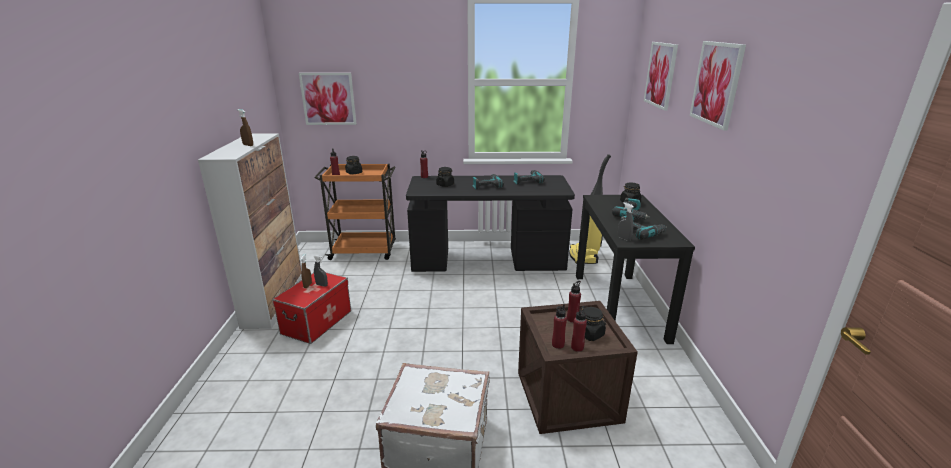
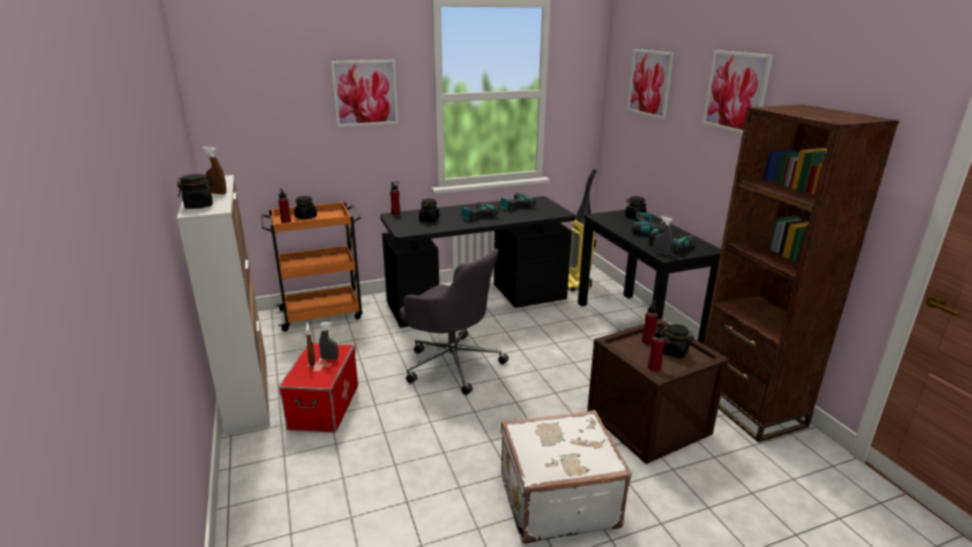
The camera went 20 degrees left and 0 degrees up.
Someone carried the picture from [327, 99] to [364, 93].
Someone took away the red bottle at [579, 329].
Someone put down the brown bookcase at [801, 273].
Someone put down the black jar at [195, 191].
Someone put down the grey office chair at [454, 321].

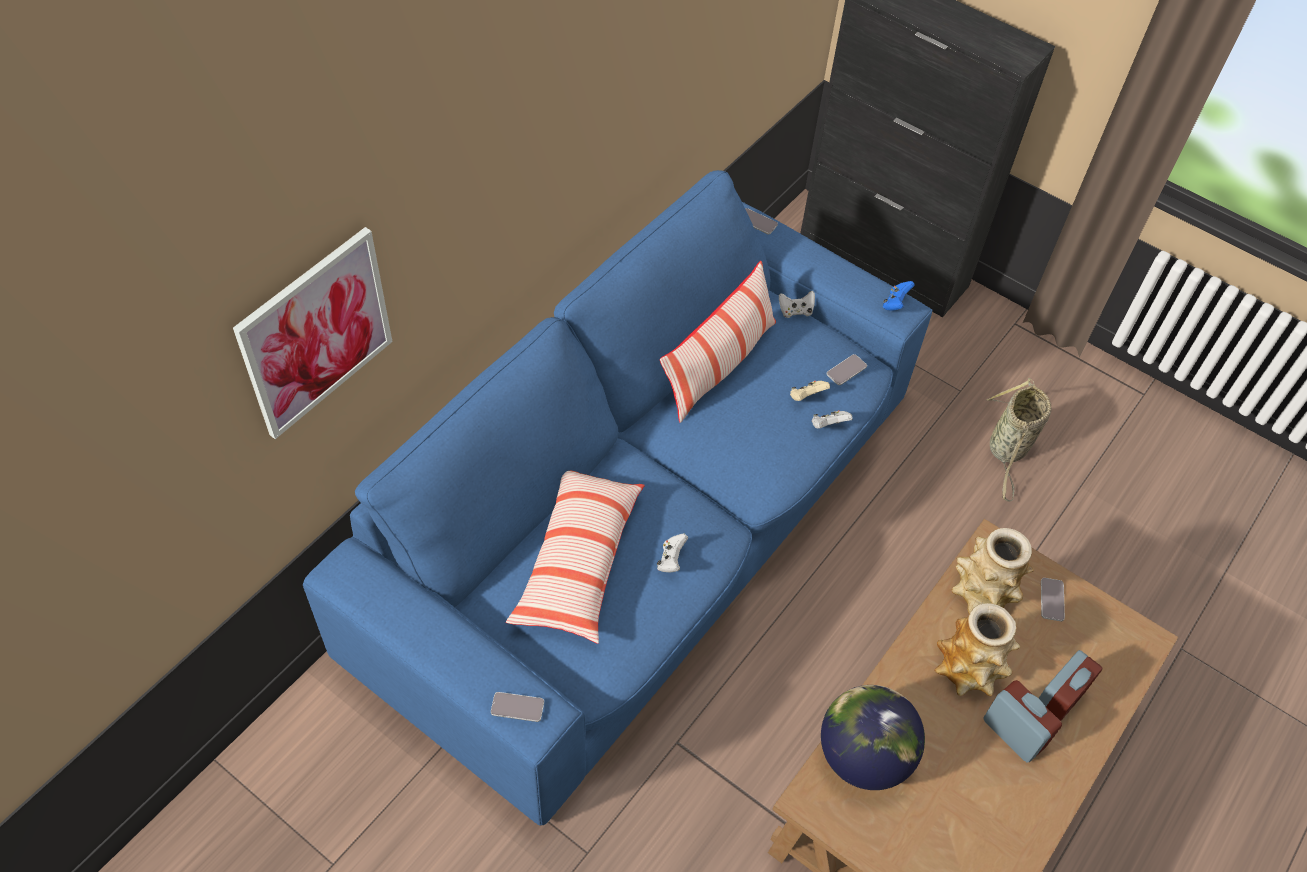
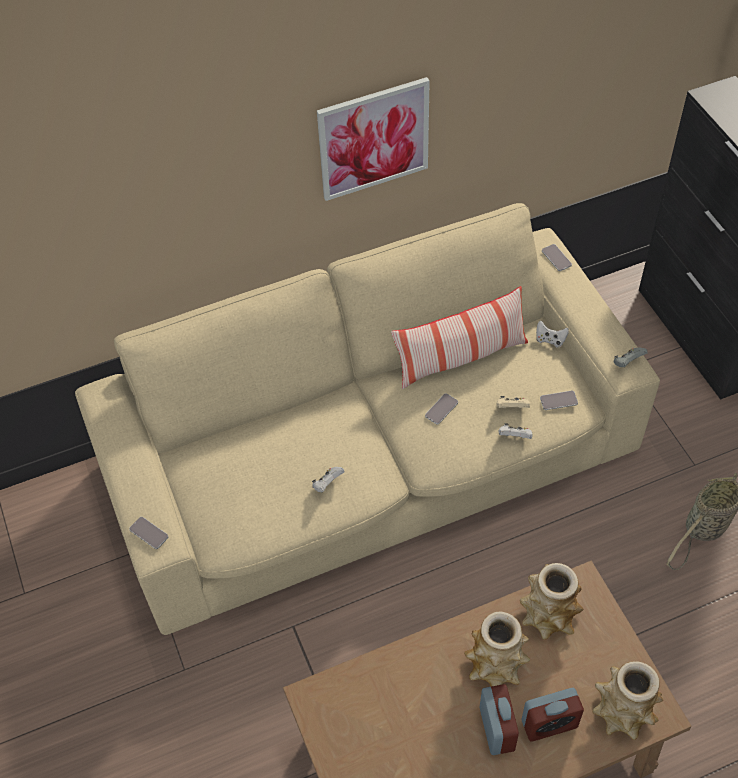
The camera went 35 degrees right and 0 degrees up.
Someone repainted the blue sofa at [617, 498], which became the beige sofa at [367, 419].
Someone carried the picture from [312, 333] to [373, 139].
Someone repainted the blue game controller at [899, 295], which became the grey game controller at [630, 357].
Someone took away the pillow at [575, 557].
Someone carried the phone from [1053, 599] to [441, 408].
Someone took away the globe at [873, 737].
Someone put down the vase at [627, 700].

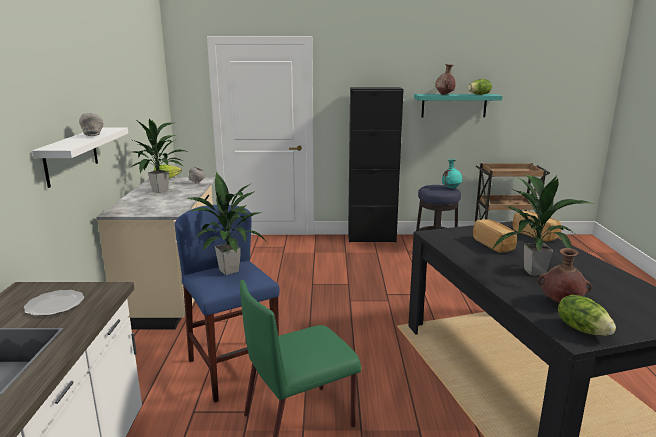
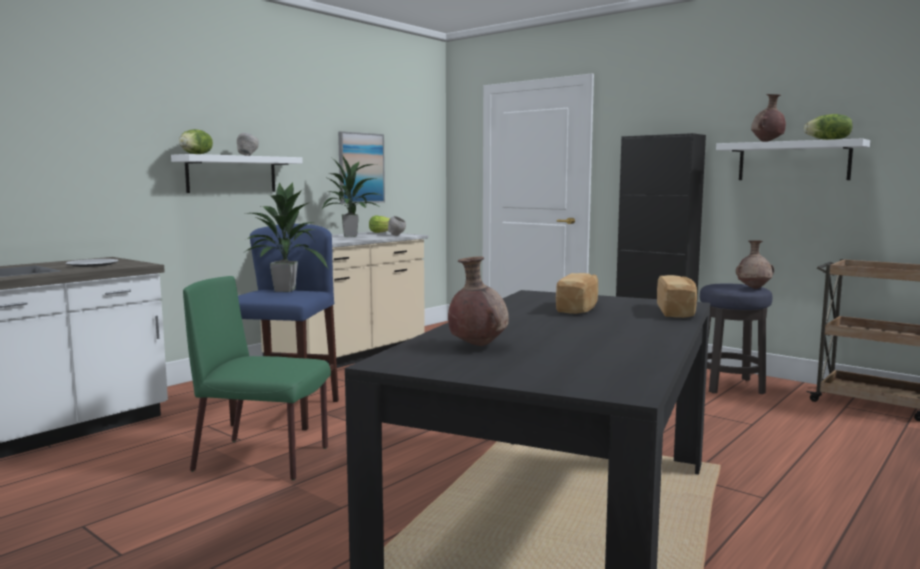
The camera went 40 degrees right and 10 degrees down.
Someone repainted the turquoise shelf at [458, 105], which became the white shelf at [793, 159].
Someone repainted the turquoise vase at [452, 174], which became the brown vase at [755, 264].
Someone took away the potted plant at [543, 225].
Someone carried the lettuce from [587, 315] to [196, 141].
Someone put up the picture at [361, 167].

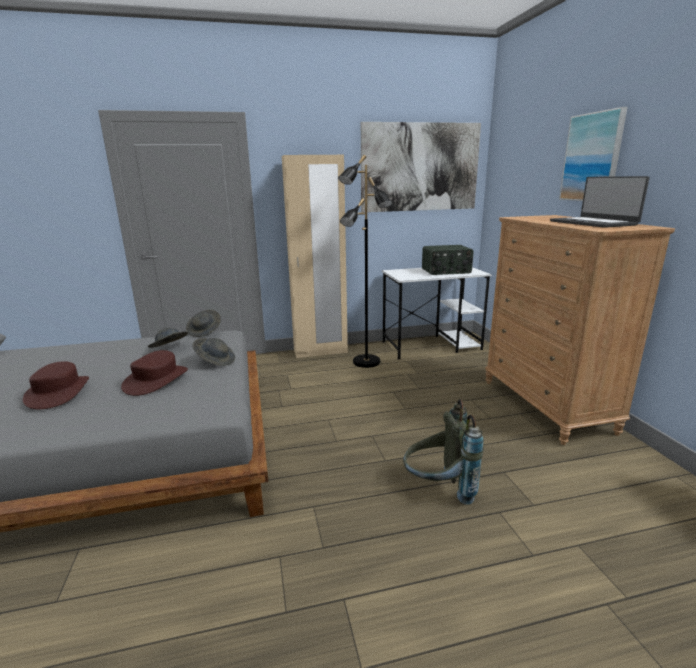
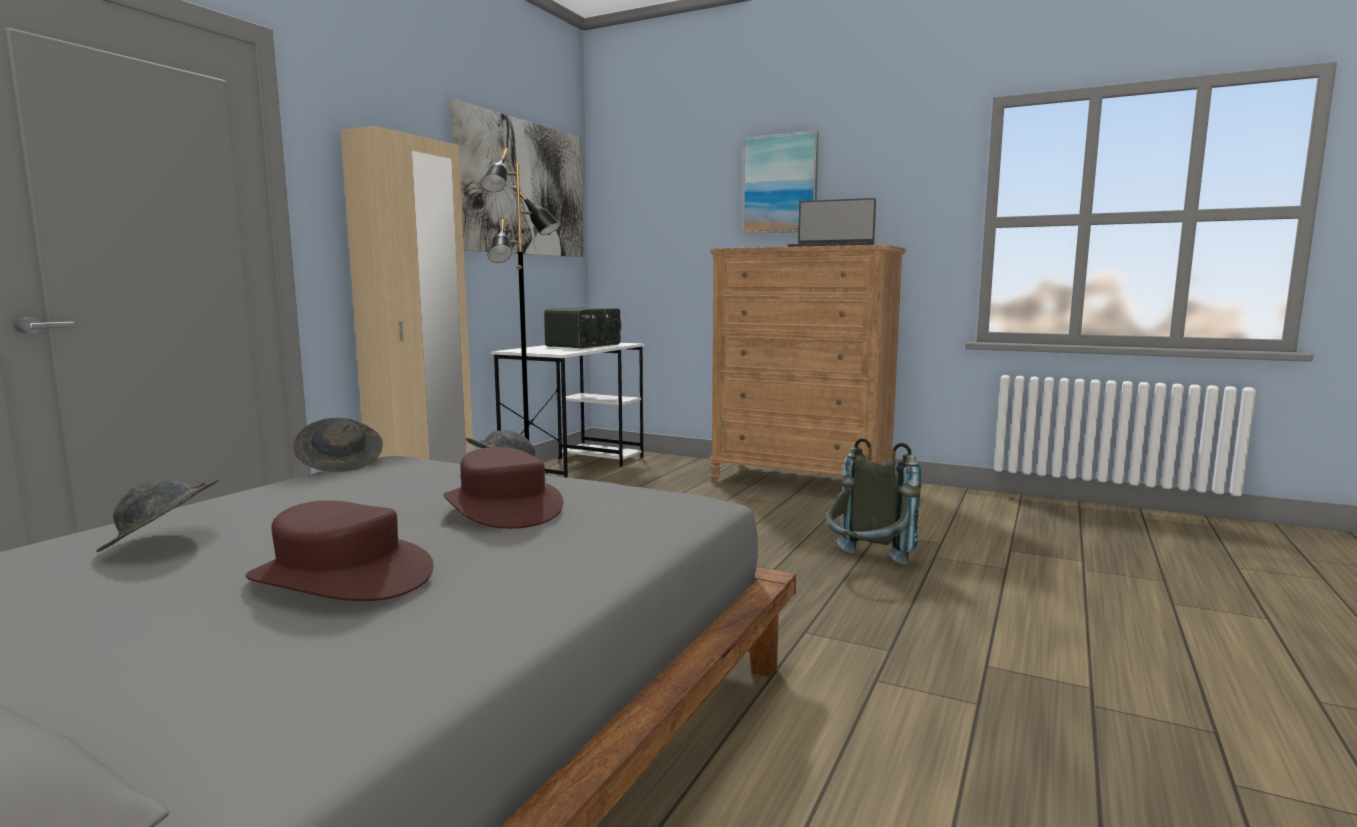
The camera went 50 degrees left and 10 degrees down.
Someone carried the grey hat from [168, 338] to [157, 515].

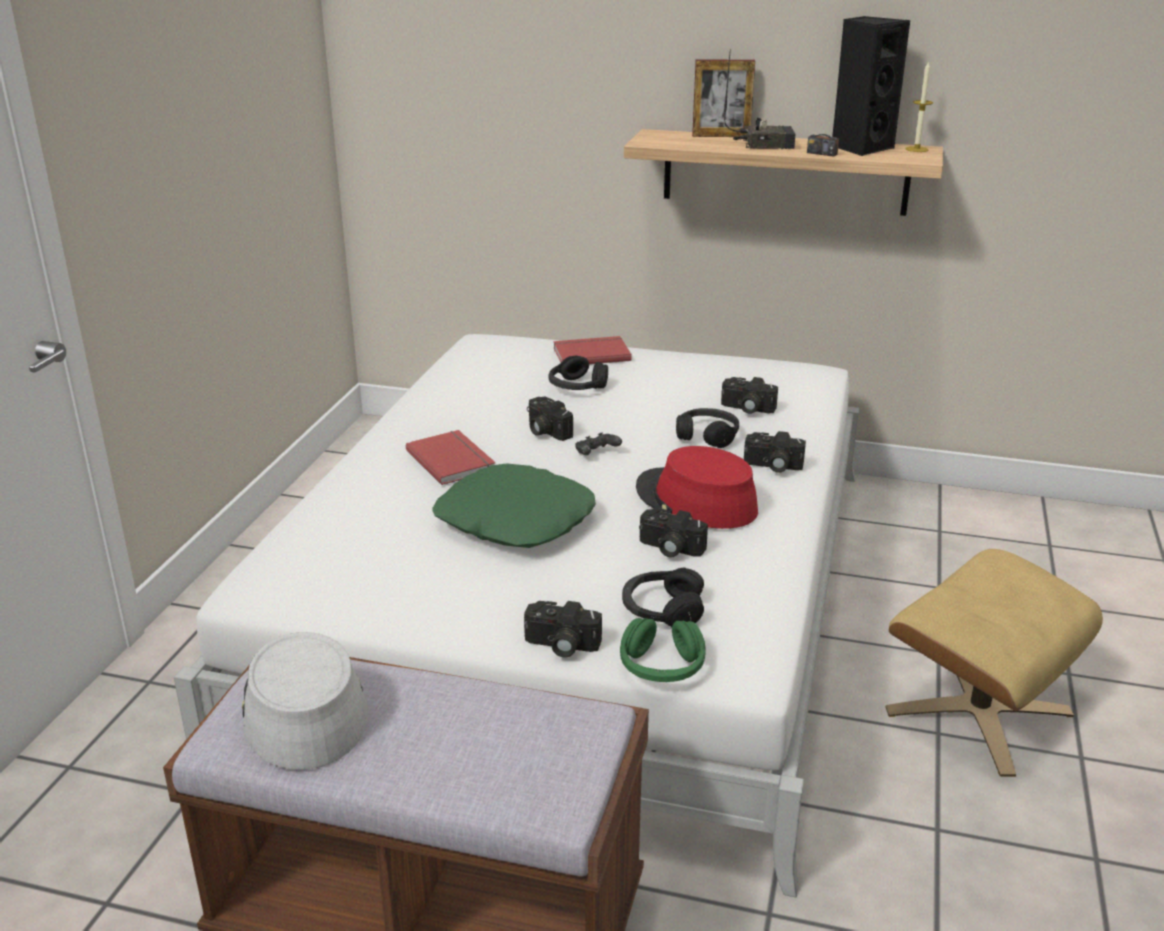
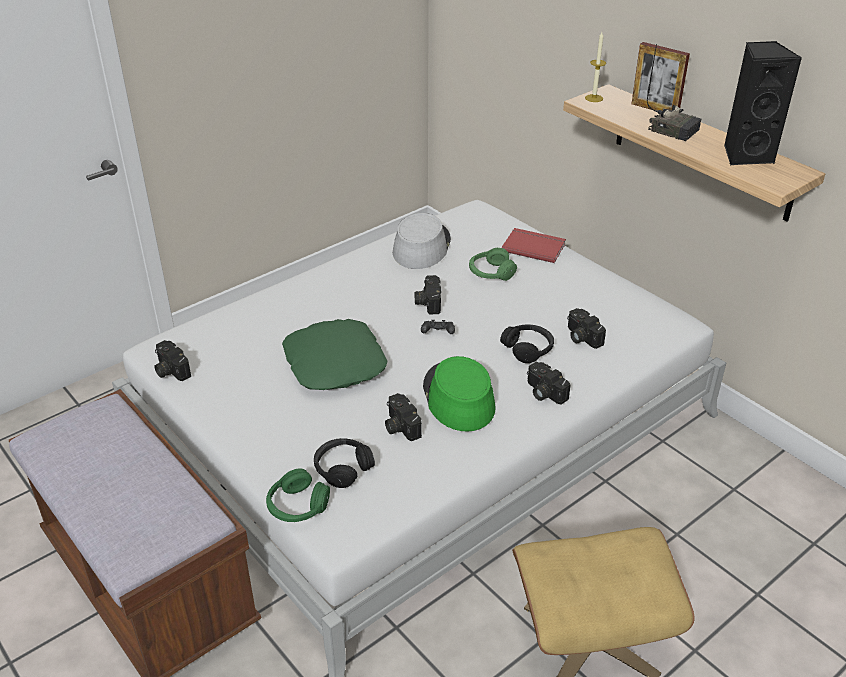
The camera went 35 degrees right and 10 degrees up.
Someone carried the candle from [919, 106] to [595, 67].
Someone took away the radio at [824, 117].
Someone repainted the black headphones at [578, 373], which became the green headphones at [493, 264].
Someone took away the red book at [451, 457].
Someone repainted the red hat at [697, 487], which became the green hat at [459, 394].
Someone carried the photo camera from [563, 629] to [172, 360].
Someone carried the grey hat from [305, 701] to [422, 241].

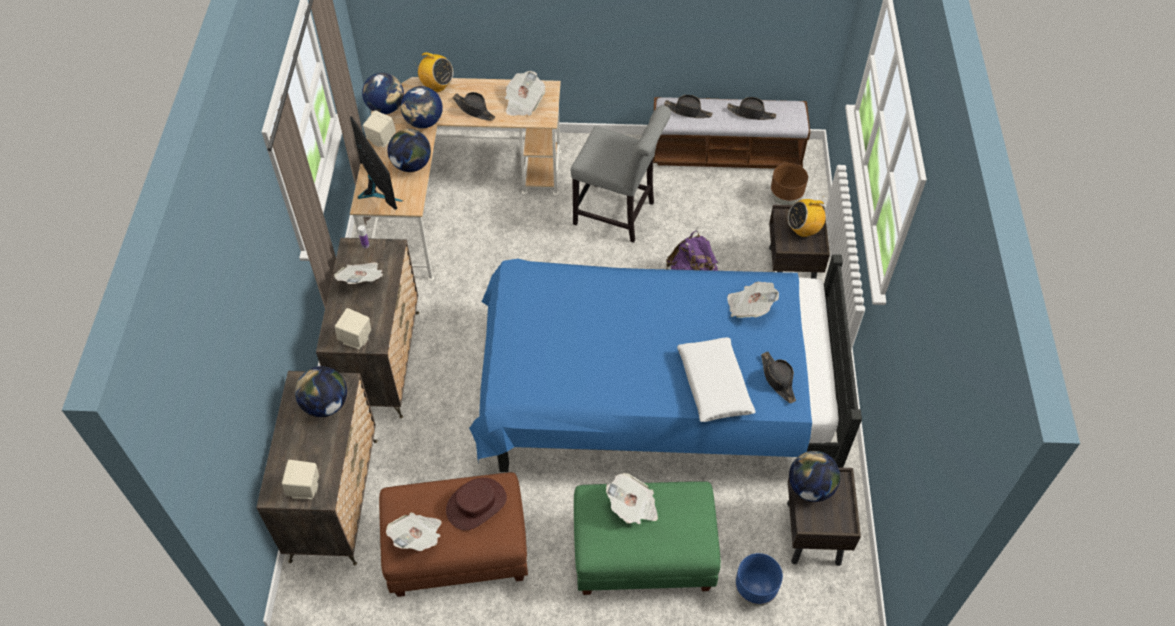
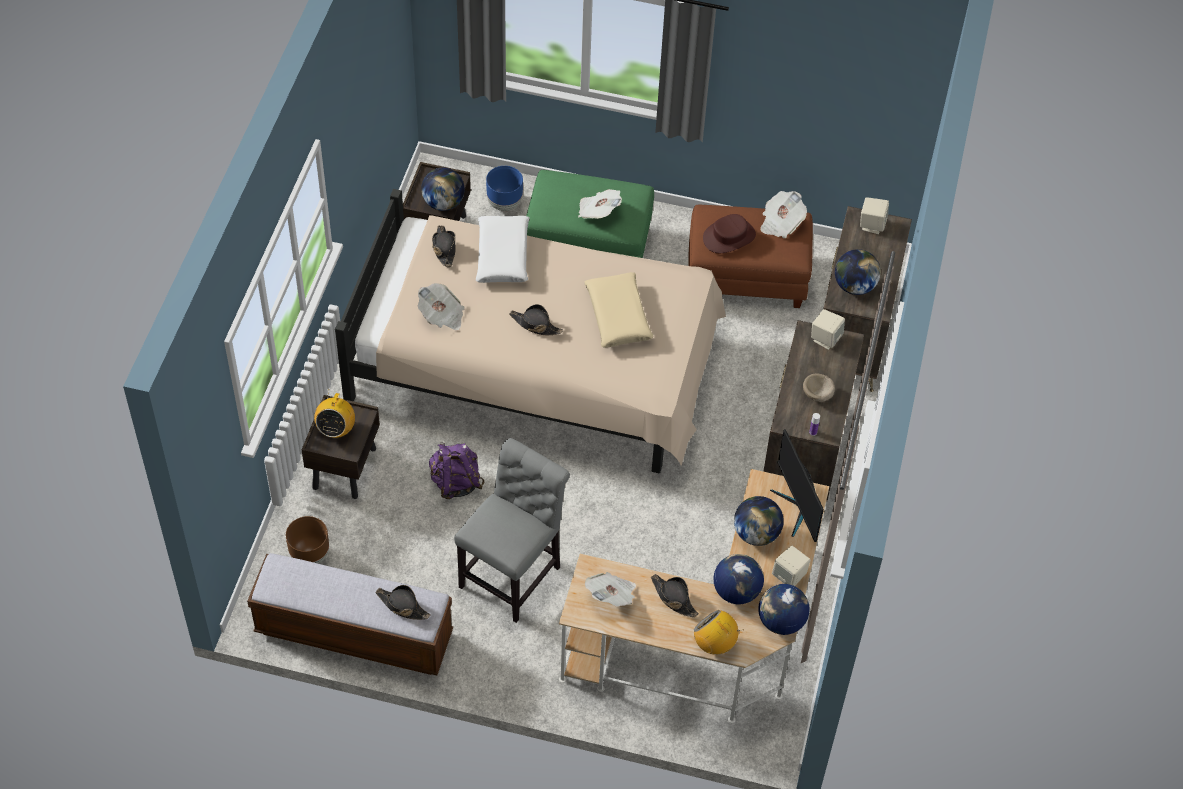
The camera went 170 degrees left and 0 degrees up.
Someone carried the black hat from [751, 108] to [536, 319].
Someone rotated the grey chair at [621, 174] by 90 degrees clockwise.
Someone rotated the radio at [807, 216] by 105 degrees clockwise.
Someone repainted the blue bed at [665, 363], which became the beige bed at [530, 331].
Someone swapped the newspaper at [358, 273] for the beige bowl at [819, 388].
Someone put down the beige pillow at [619, 310].

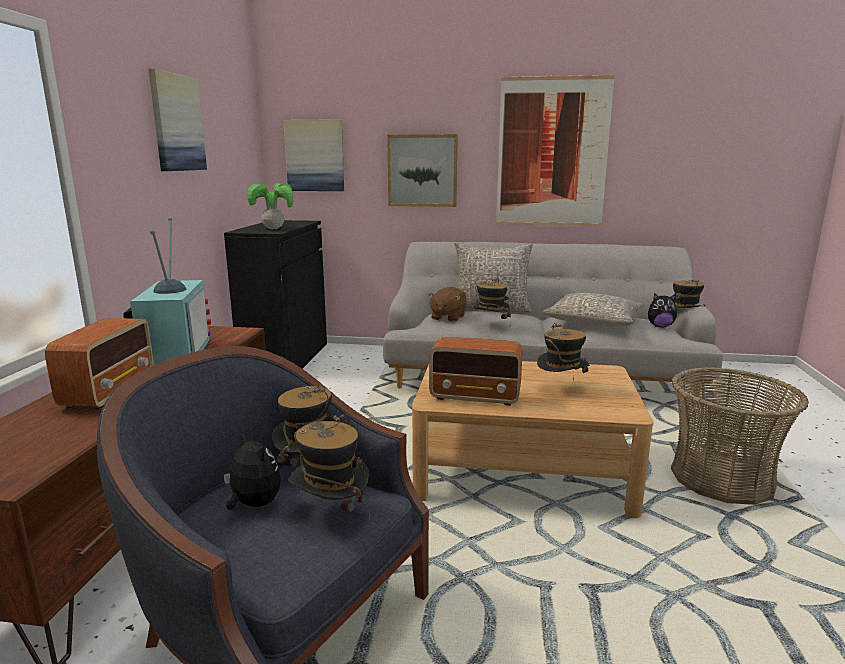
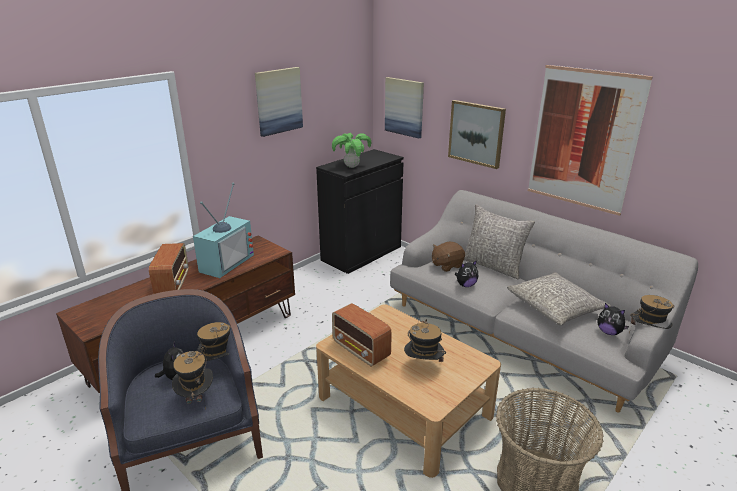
The camera went 35 degrees right and 10 degrees up.
Someone swapped the hat at [492, 299] for the plush toy at [466, 273].
Someone rotated the radio at [99, 364] by 45 degrees counterclockwise.

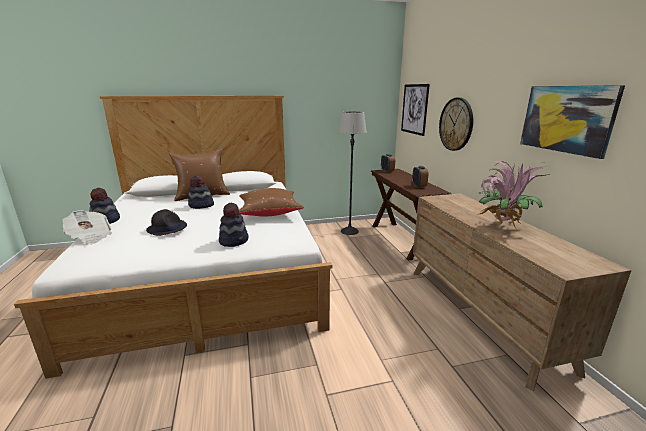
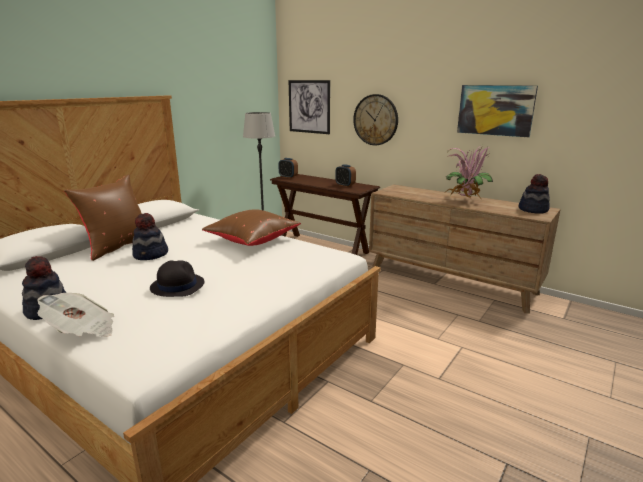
The camera went 40 degrees left and 0 degrees up.
Someone carried the hat from [234, 224] to [534, 194].

